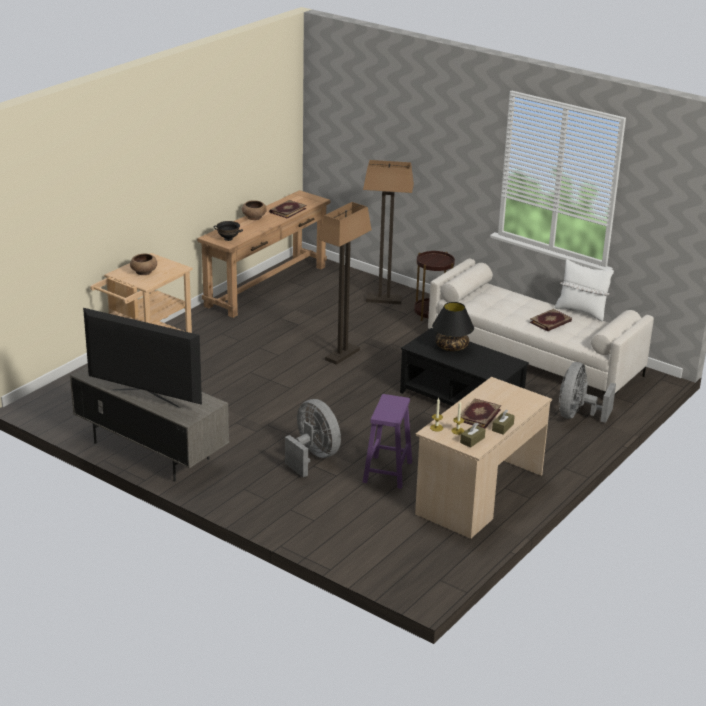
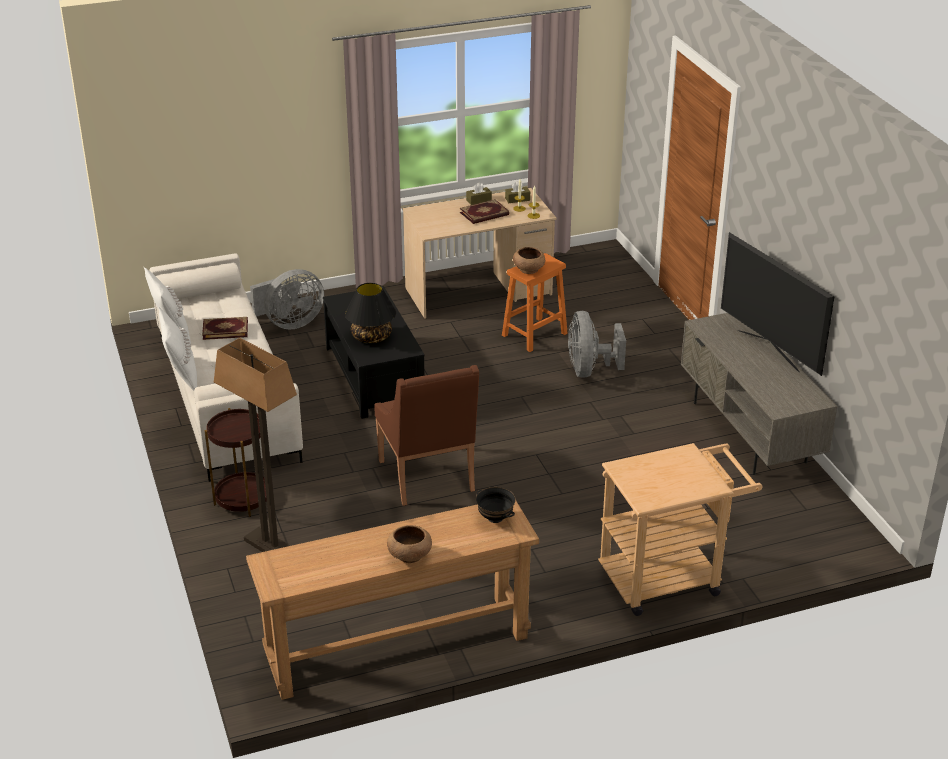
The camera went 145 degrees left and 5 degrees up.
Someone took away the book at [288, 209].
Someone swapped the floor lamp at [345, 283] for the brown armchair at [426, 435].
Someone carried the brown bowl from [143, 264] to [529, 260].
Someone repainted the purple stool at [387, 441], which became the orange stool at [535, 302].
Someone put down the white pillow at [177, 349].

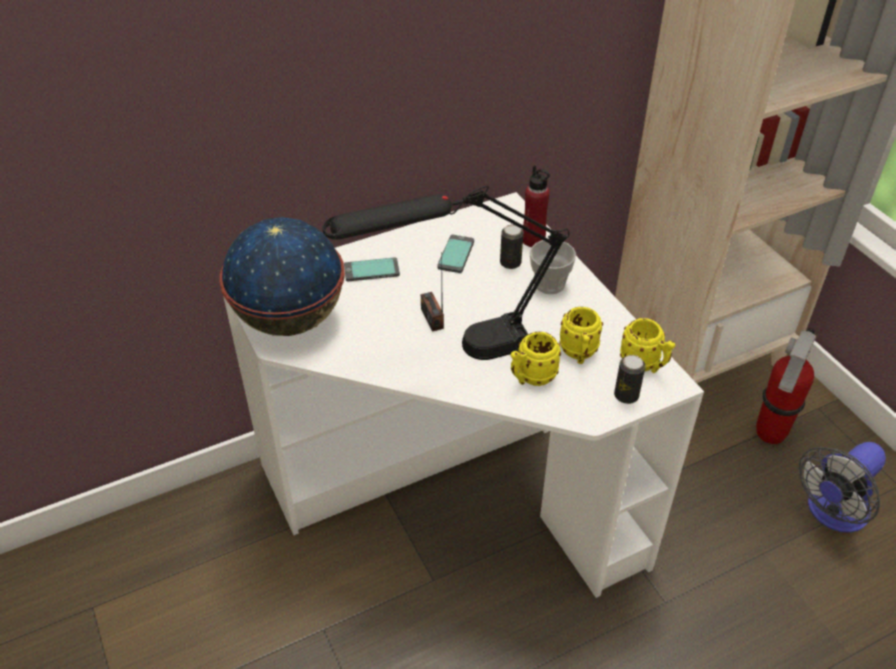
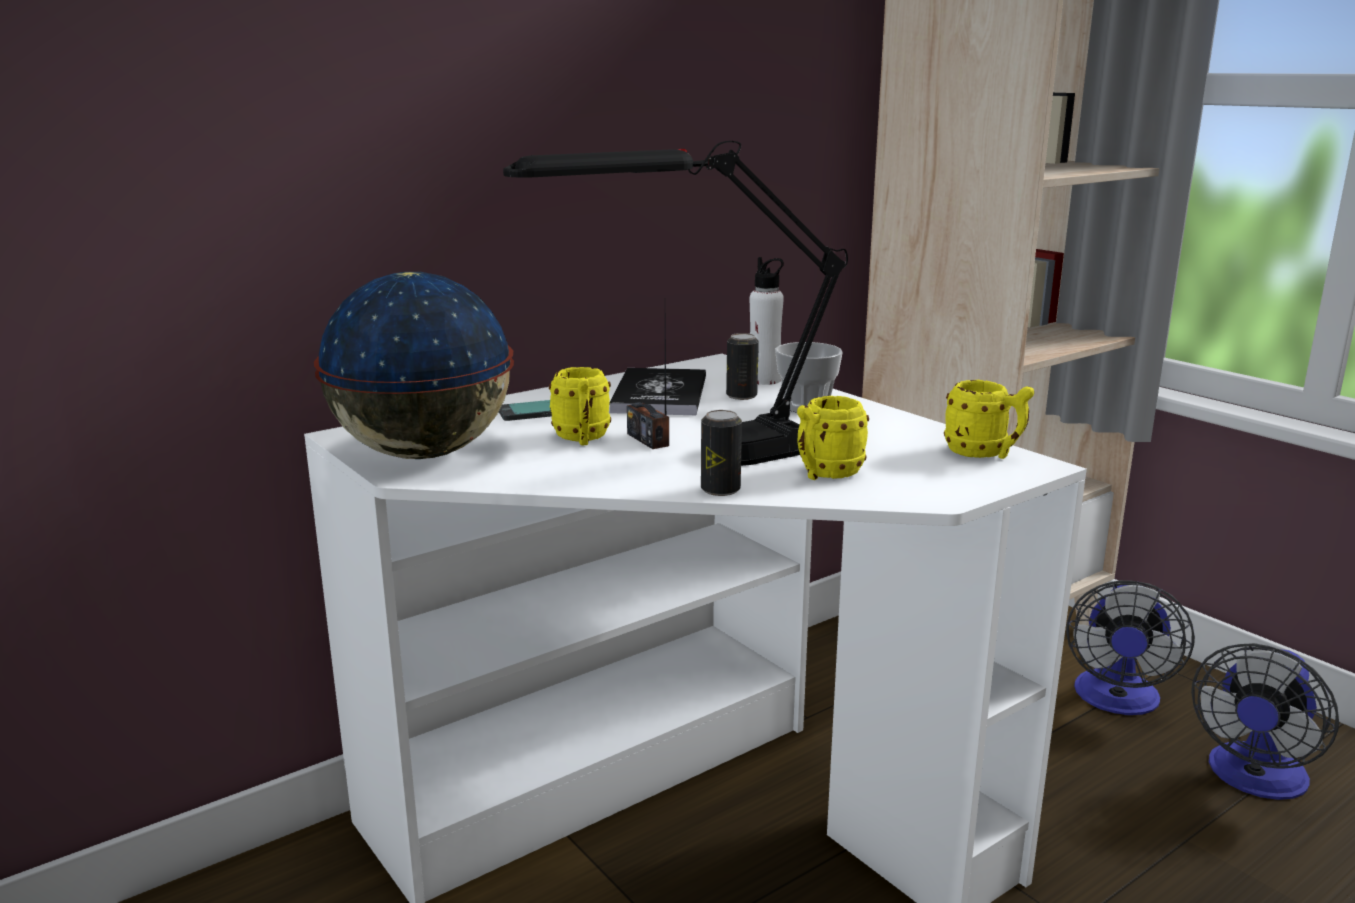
The camera went 10 degrees left and 25 degrees down.
Someone repainted the red bottle at [536, 206], which became the white bottle at [767, 321].
Someone swapped the phone at [455, 254] for the book at [657, 391].
Someone carried the yellow mug from [581, 335] to [580, 406].
Someone swapped the fire extinguisher at [786, 386] for the fan at [1130, 647].
Someone carried the can from [630, 379] to [721, 453].

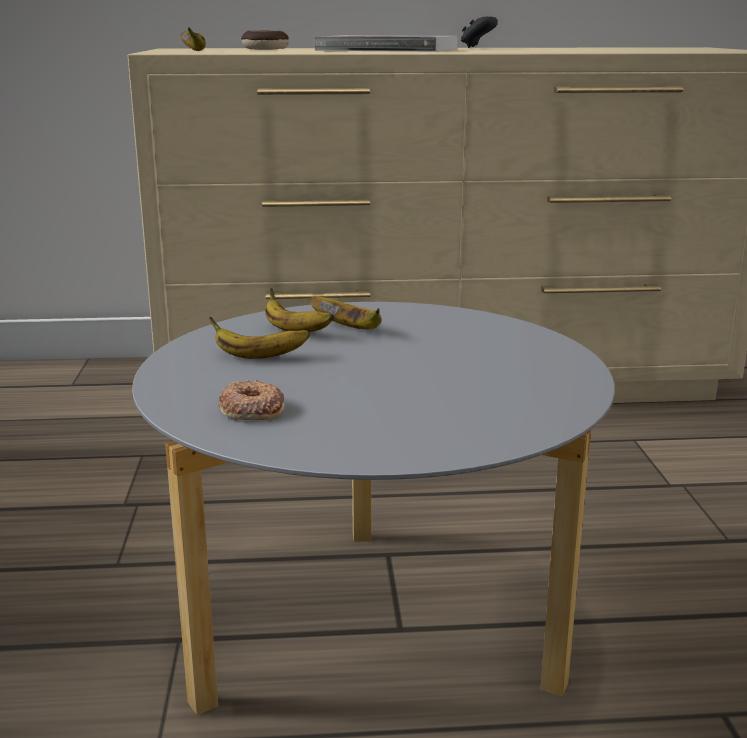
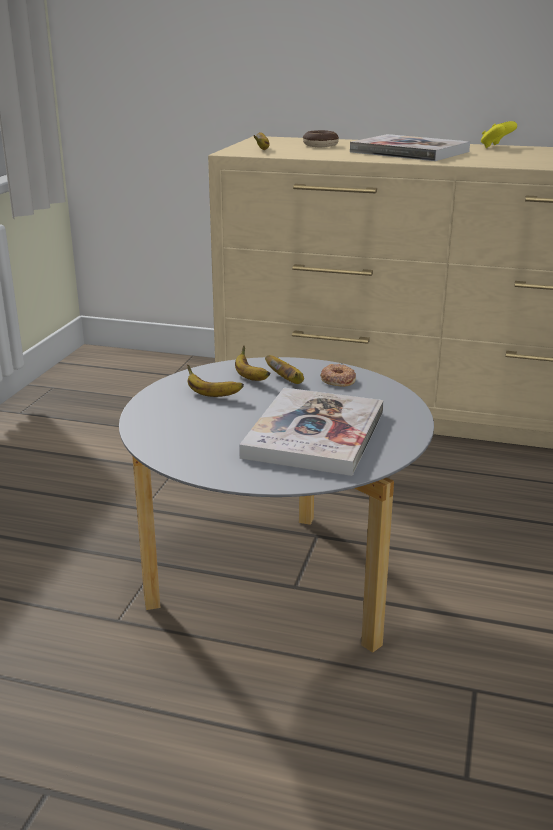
The camera went 20 degrees right and 5 degrees up.
Someone repainted the black game controller at [479, 32], which became the yellow game controller at [499, 134].
Someone carried the donut from [251, 400] to [338, 375].
Someone put down the book at [311, 432].

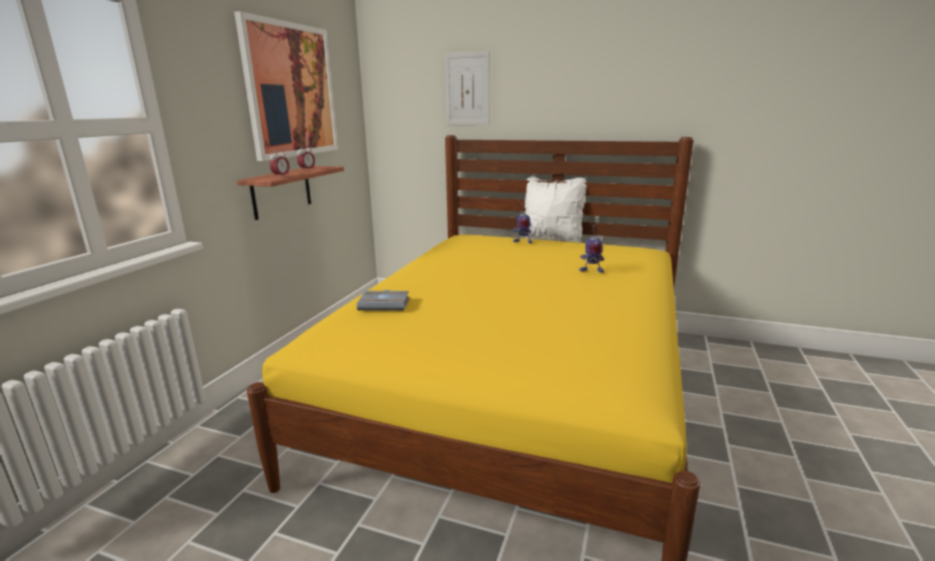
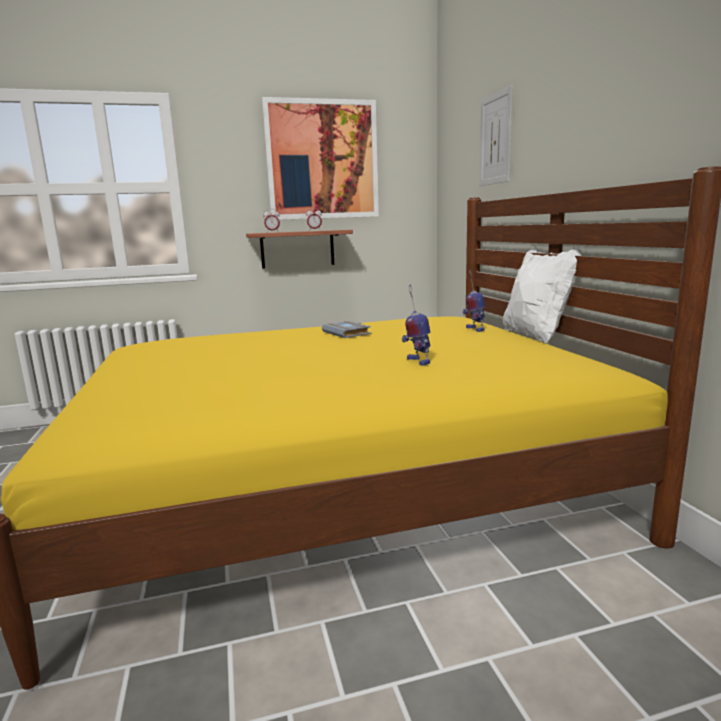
The camera went 55 degrees right and 5 degrees down.
Someone carried the grey book from [383, 300] to [346, 329].

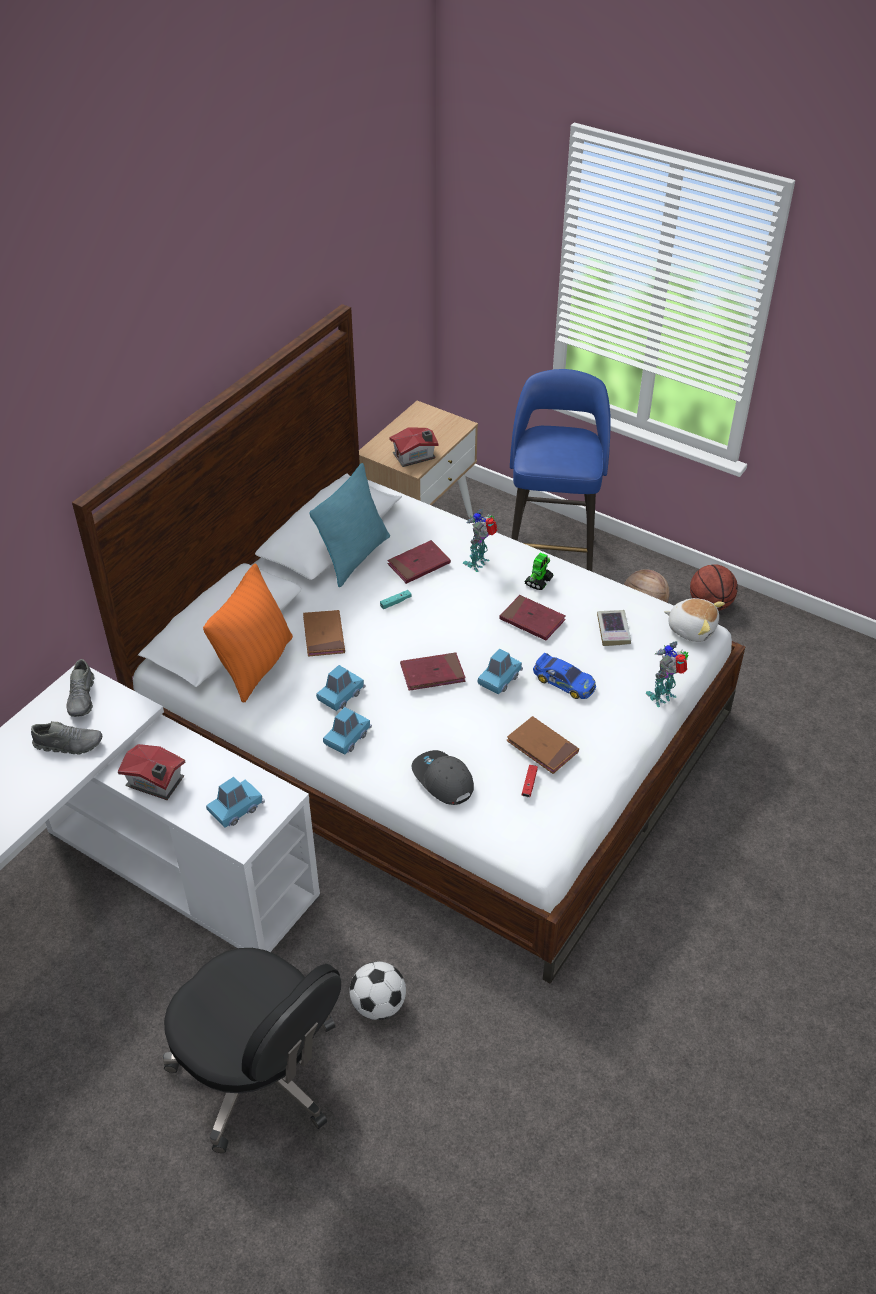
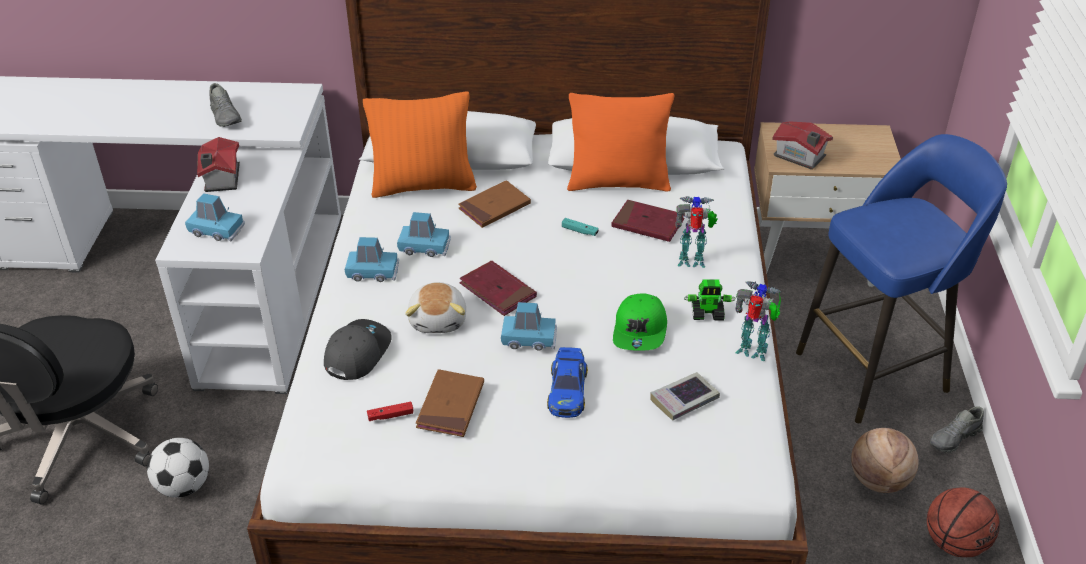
The camera went 60 degrees right and 5 degrees down.
Someone repainted the turquoise pillow at [349, 525], which became the orange pillow at [620, 142].
Someone swapped the red book at [532, 617] for the green cap at [640, 322].
Someone carried the plush toy from [694, 620] to [435, 307].
Someone carried the toy robot from [667, 674] to [758, 321].
Someone carried the grey shoe from [81, 688] to [957, 429].

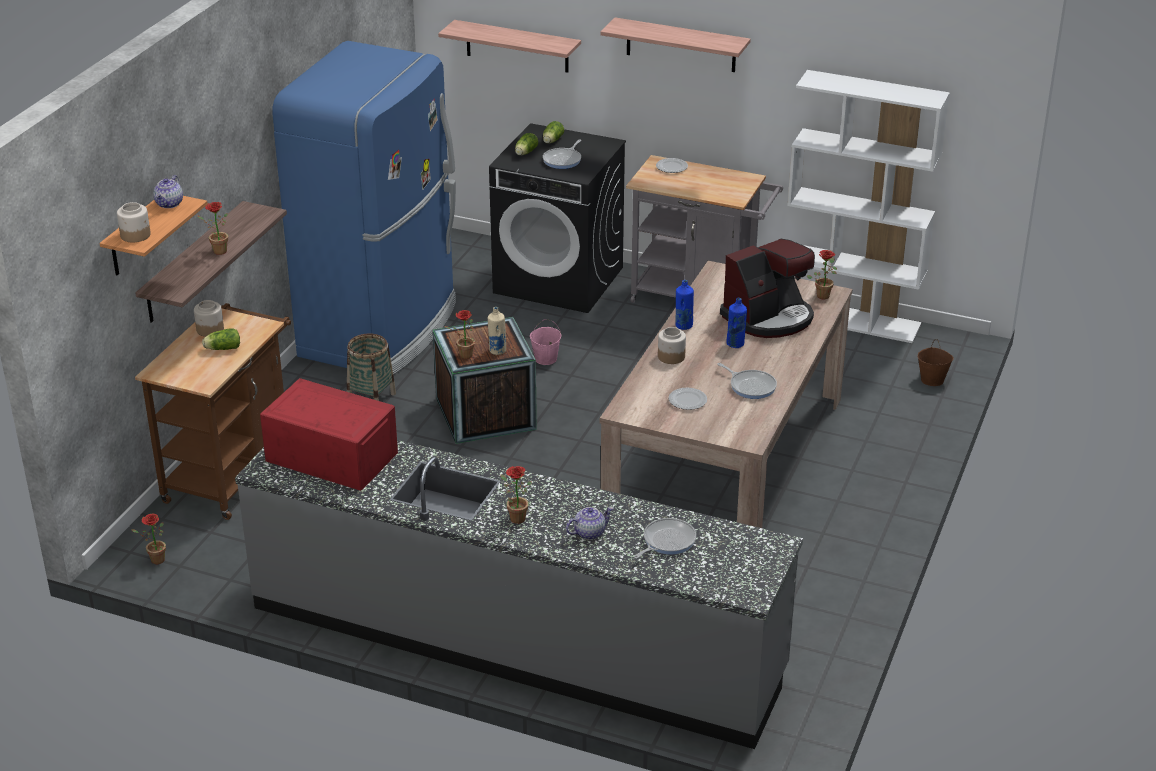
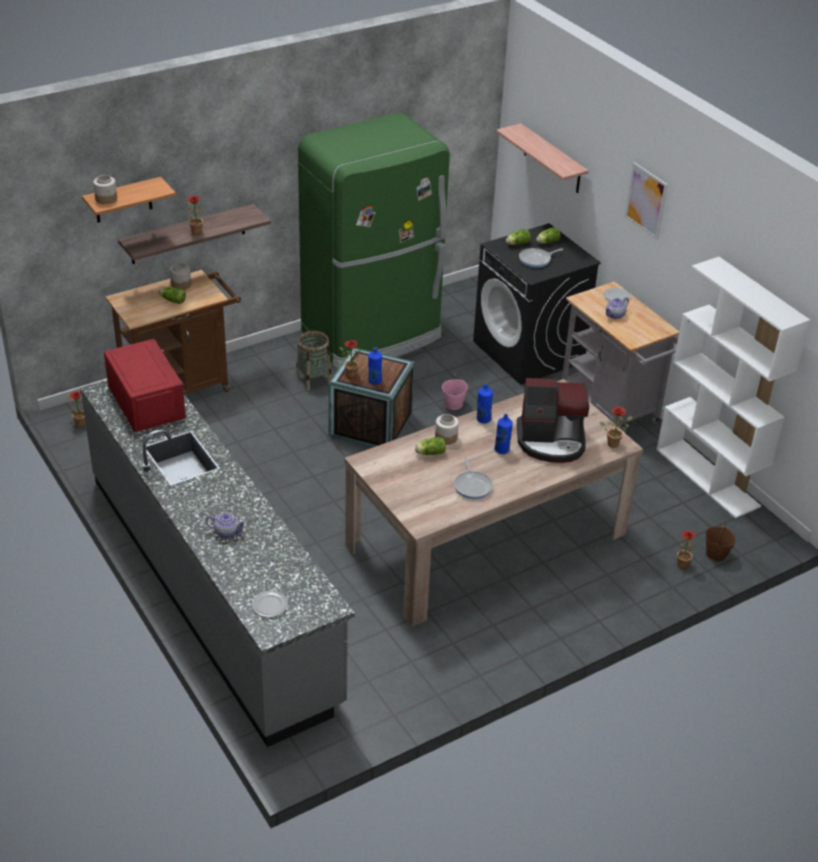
The camera went 35 degrees right and 5 degrees up.
Someone swapped the shelf at [676, 44] for the picture at [646, 201].
Someone repainted the blue fridge at [364, 208], which became the green fridge at [374, 241].
Someone carried the teapot from [168, 191] to [617, 308].
Someone repainted the beige bottle at [497, 331], which became the blue bottle at [375, 366].
Someone carried the plate from [688, 399] to [270, 604].
Someone carried the potted plant from [516, 495] to [686, 549].
Someone took away the frying pan at [665, 538].
Someone put down the lettuce at [430, 446].

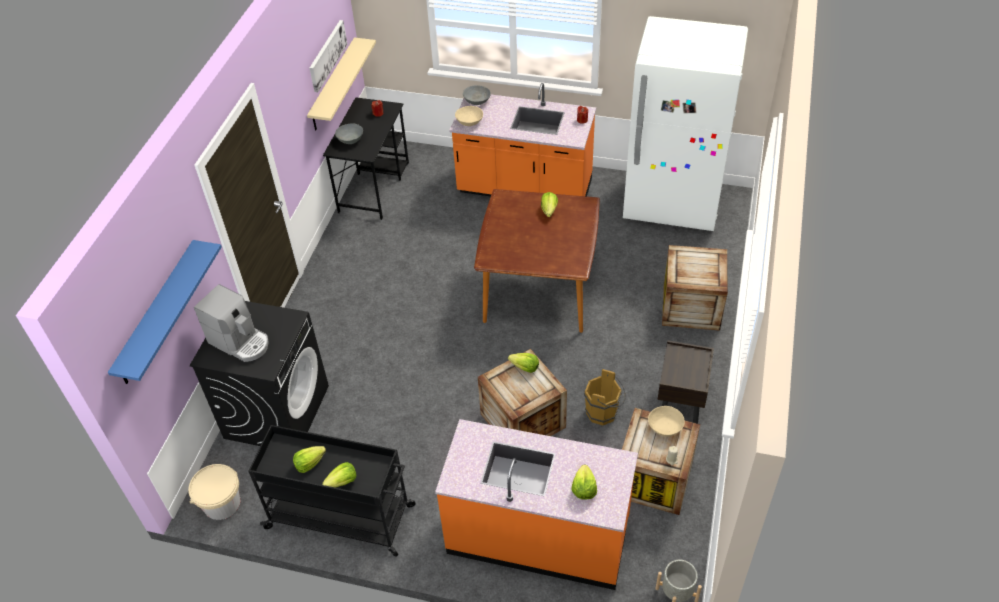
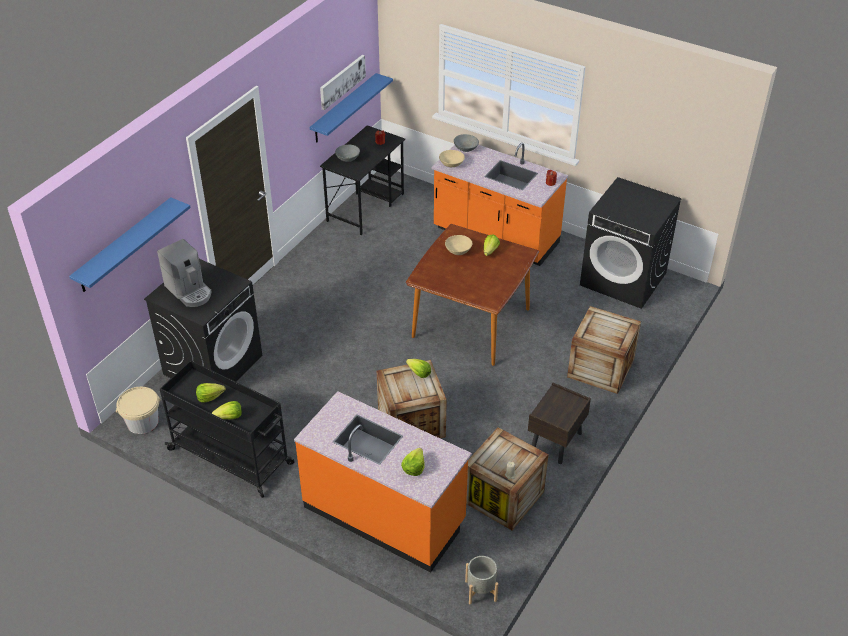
The camera went 15 degrees right and 5 degrees down.
Someone swapped the white fridge at [685, 123] for the black washing machine at [631, 243].
Someone repainted the beige shelf at [341, 83], which became the blue shelf at [351, 108].
Someone took away the brown bucket at [605, 397].
Someone carried the beige bowl from [666, 421] to [459, 245].

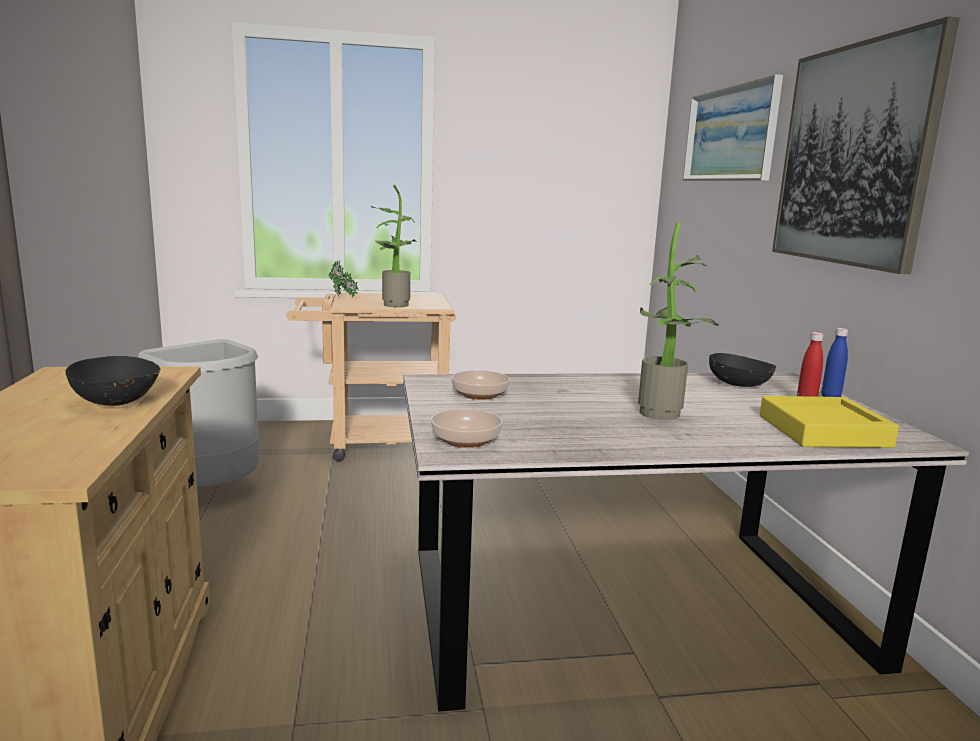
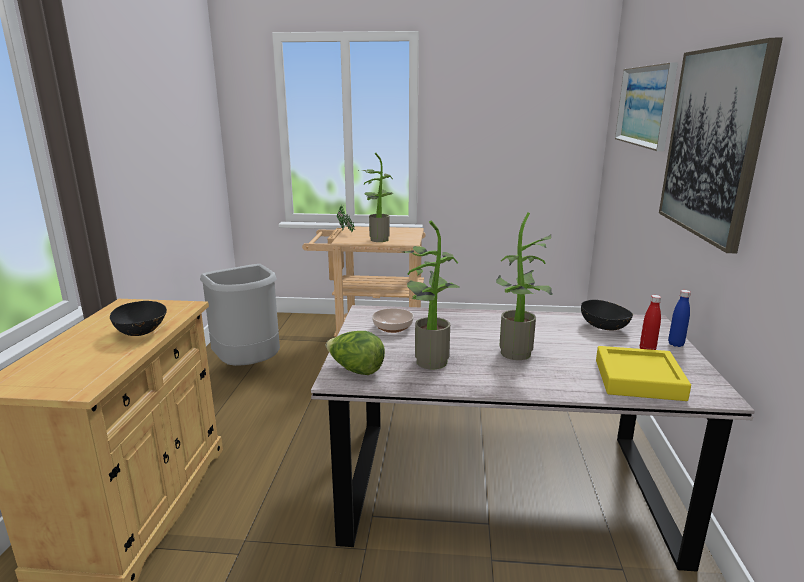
The camera went 15 degrees right and 5 degrees up.
Someone swapped the bowl at [466, 428] for the lettuce at [355, 353].
Someone put down the potted plant at [431, 294].

